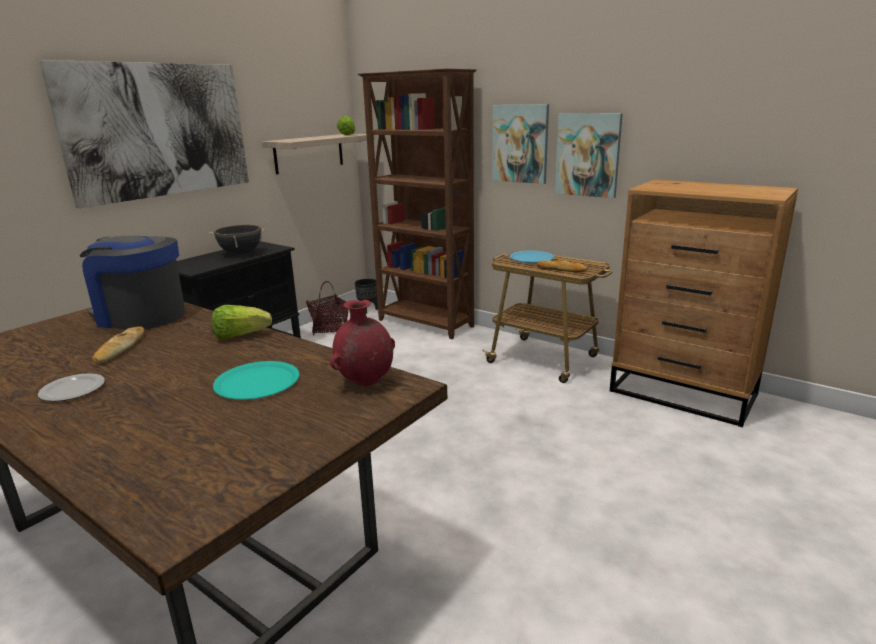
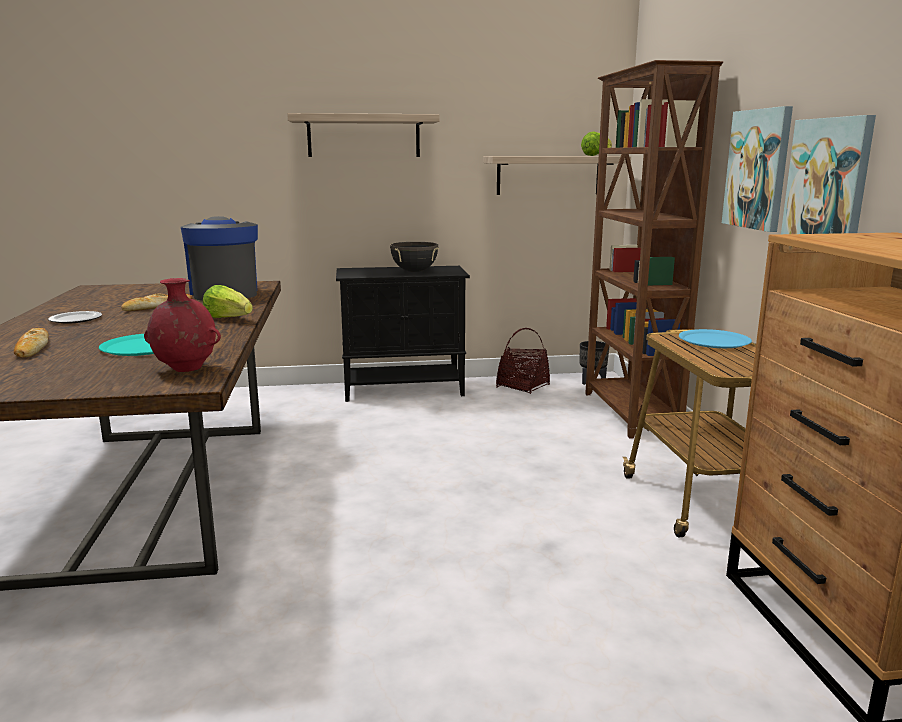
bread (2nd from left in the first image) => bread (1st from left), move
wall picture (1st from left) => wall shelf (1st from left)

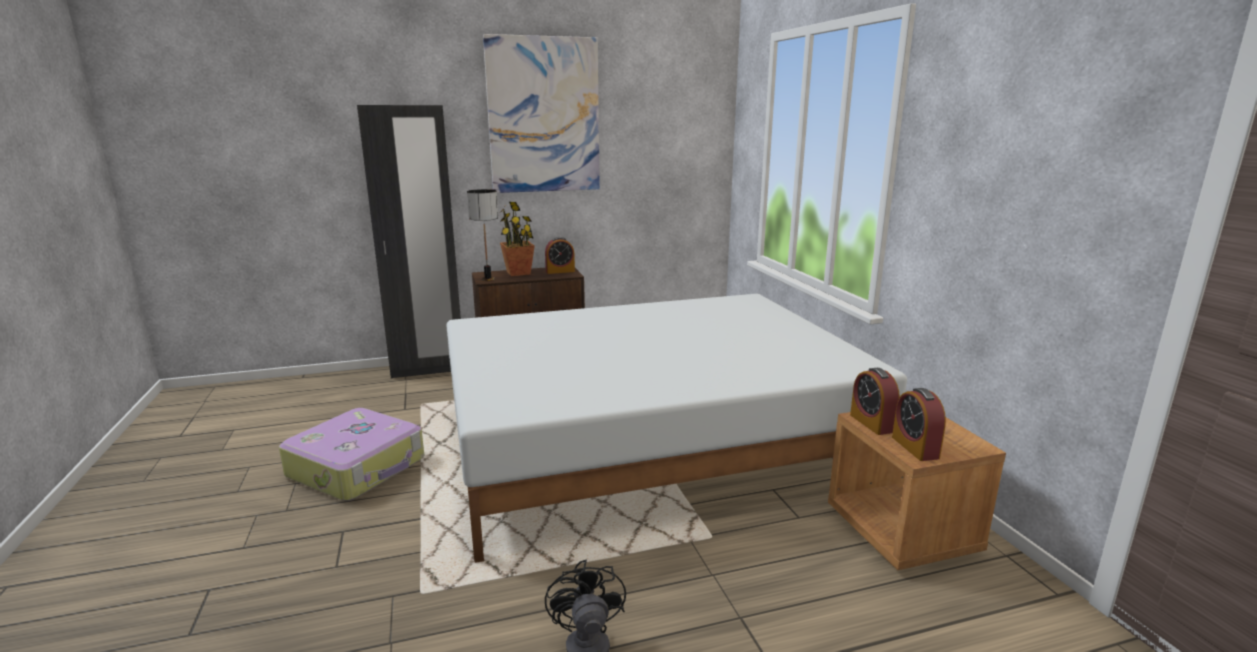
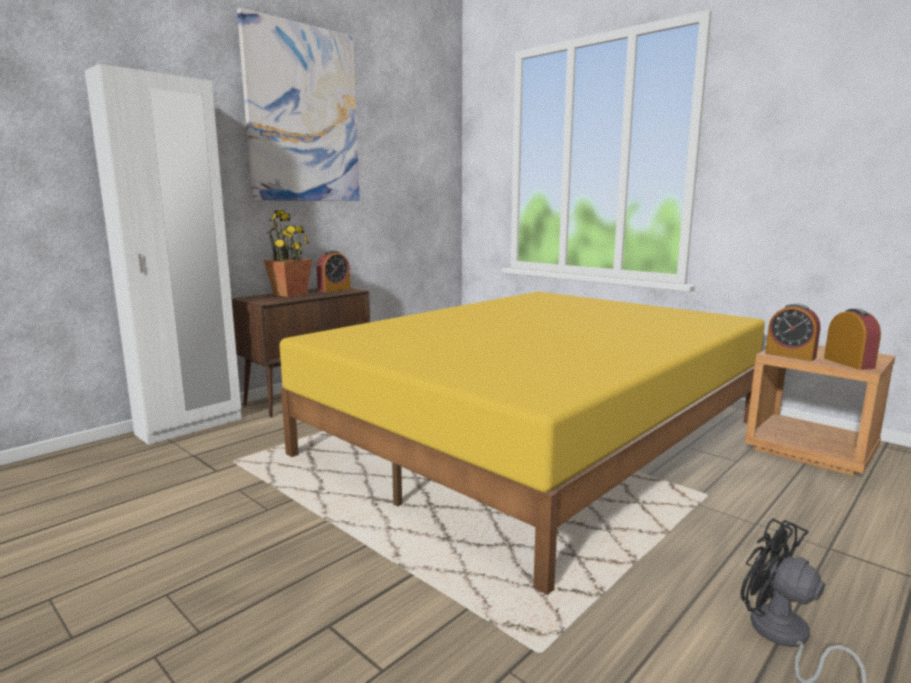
black armoire => white-coloured armoire
white-coloured bedroom bed => yellow-coloured bedroom bed
bedside clock (3rd from left), 150 degrees counterclockwise
piece of luggage => nothing
lamp for a table => nothing

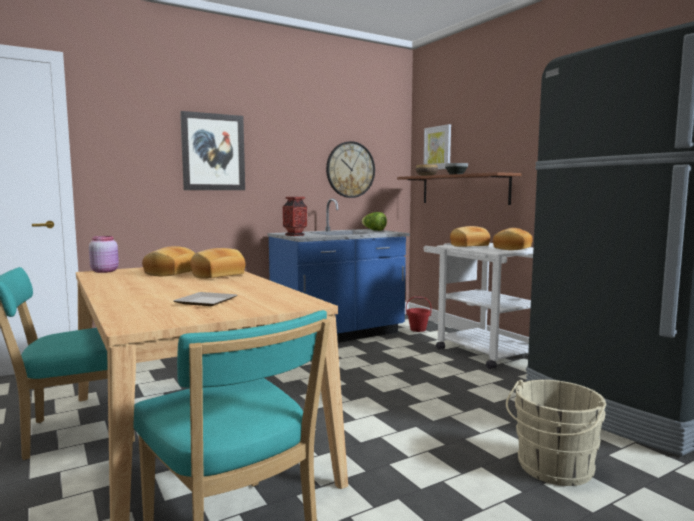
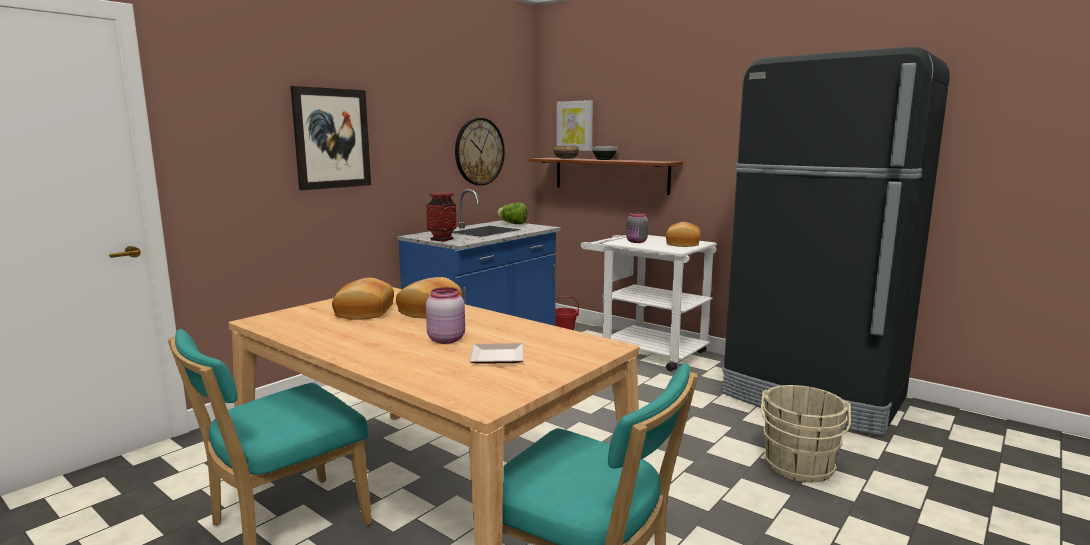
pinkish preserve jar, move
bread (3rd from left) => greyish preserve jar

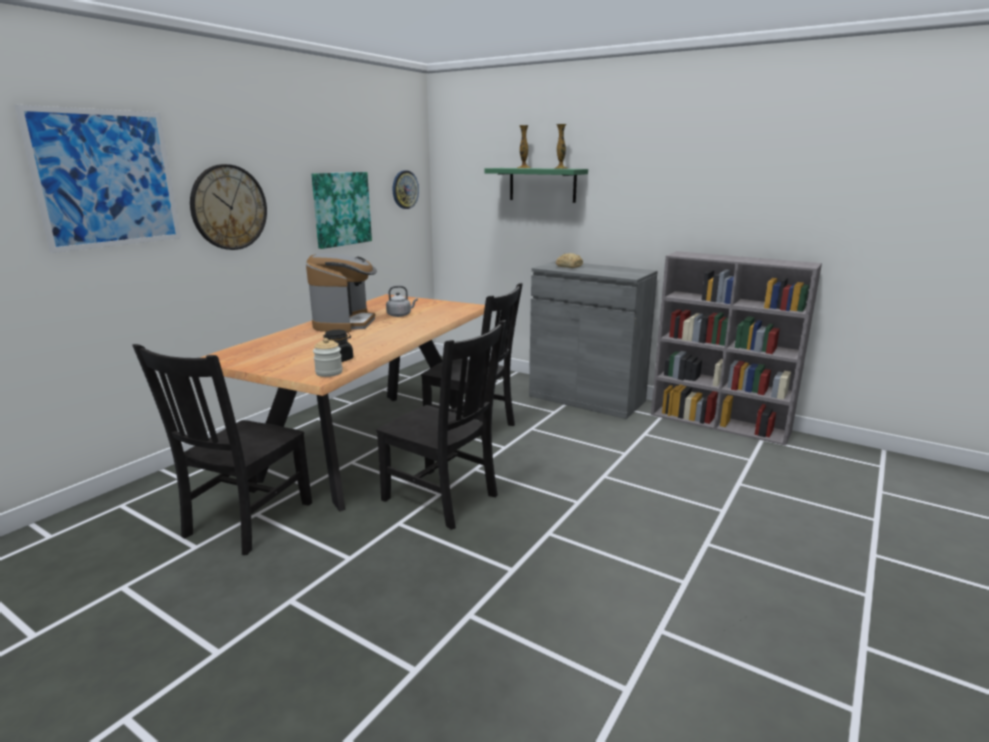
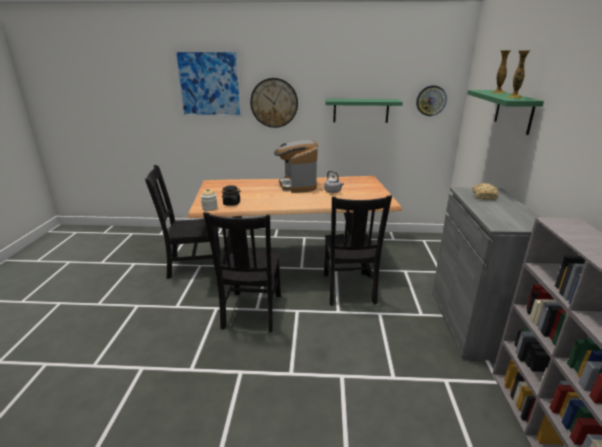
coffee brewer, 105 degrees clockwise
wall picture (2nd from left) => green-coloured wall shelf (1st from left)

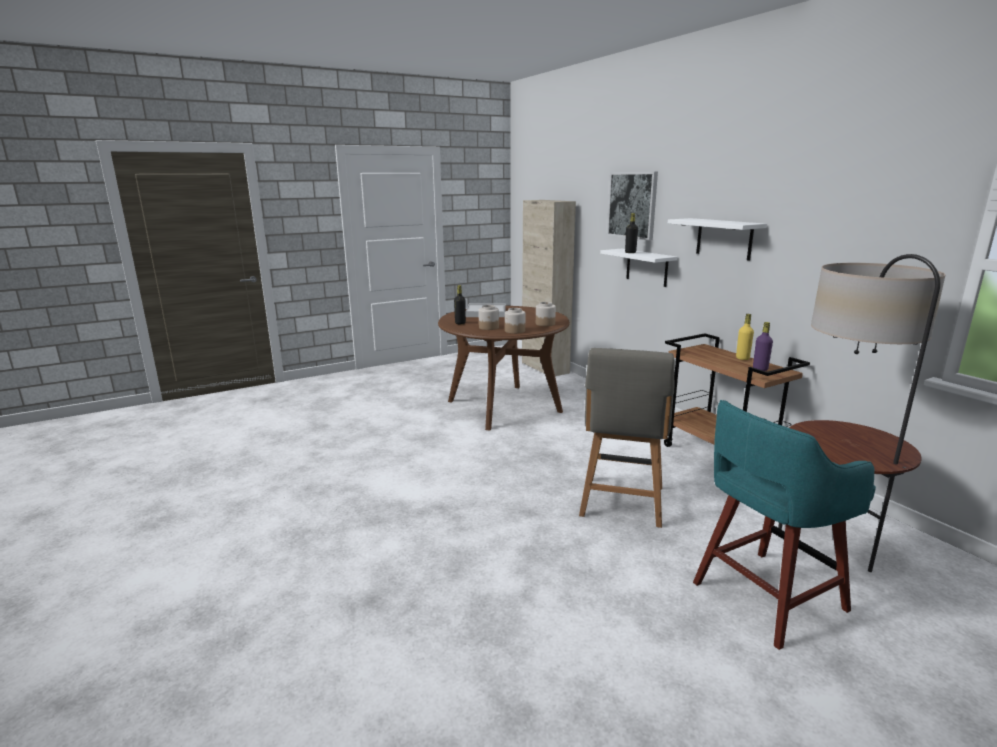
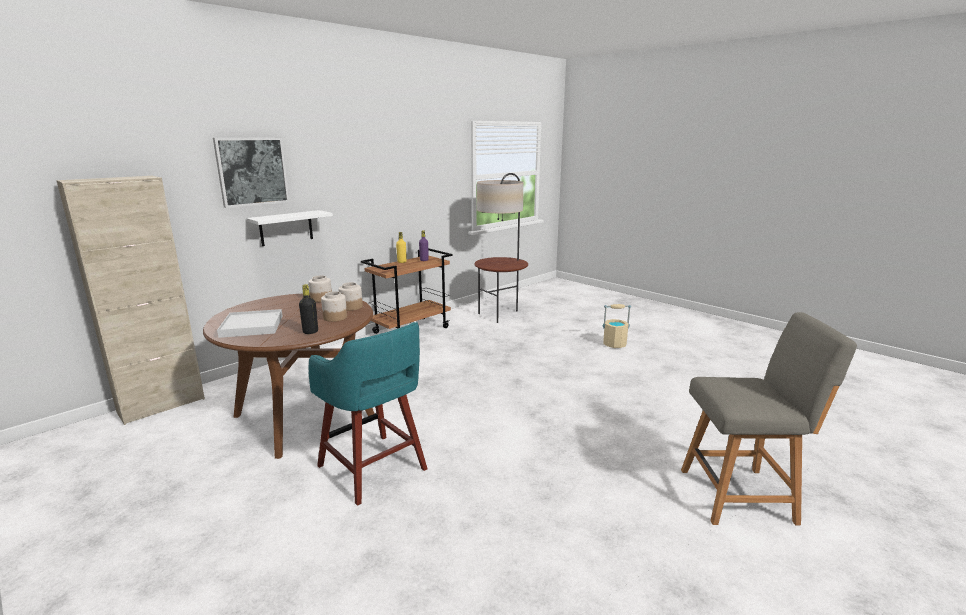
turquoise-coloured stool seat, move
nothing => beige-coloured pail
greyish plain chair, move
black bottle (2nd from left) => nothing
white-coloured wall shelf (2nd from left) => nothing

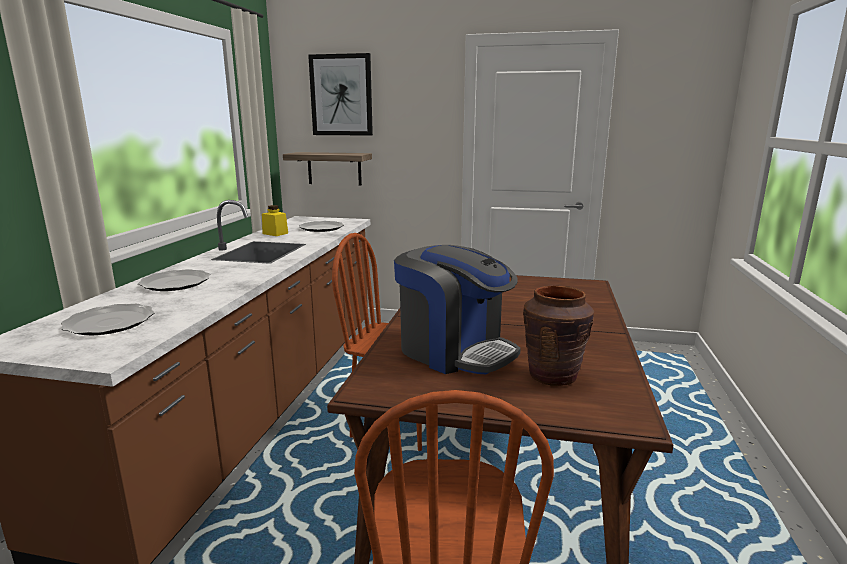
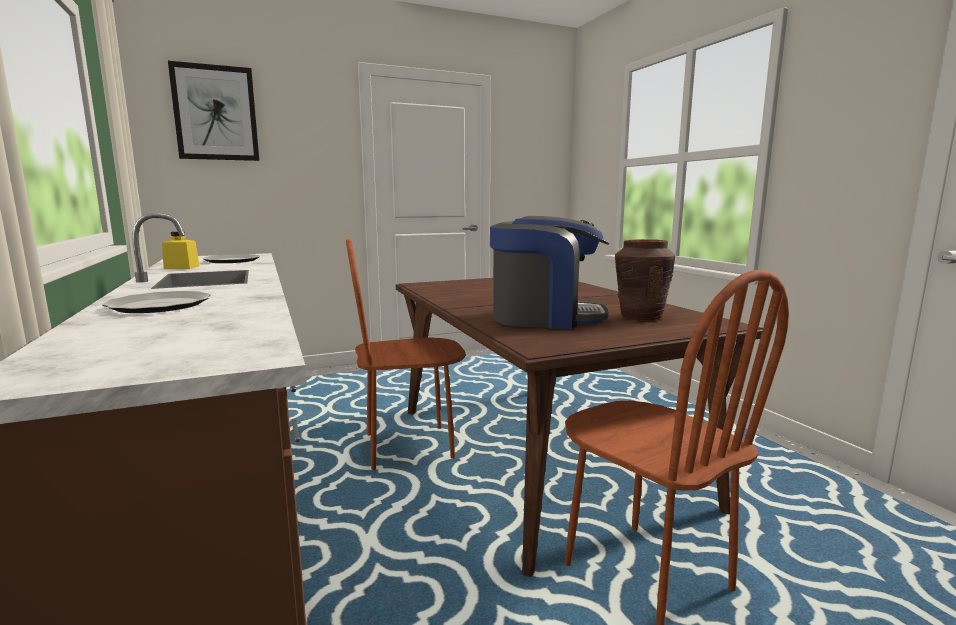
dinner plate (1st from left) => nothing
wall shelf => nothing

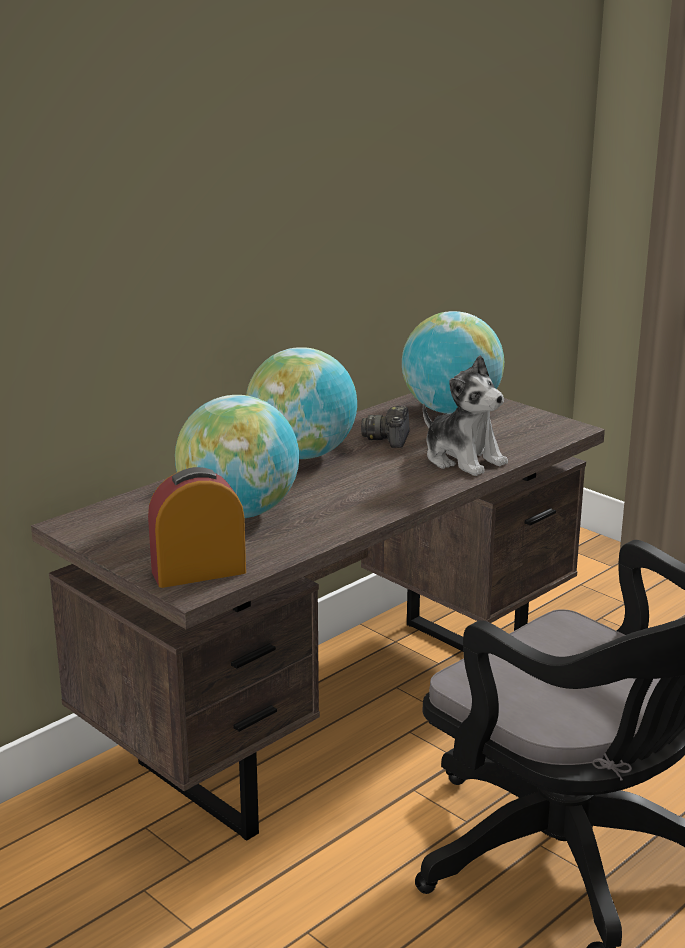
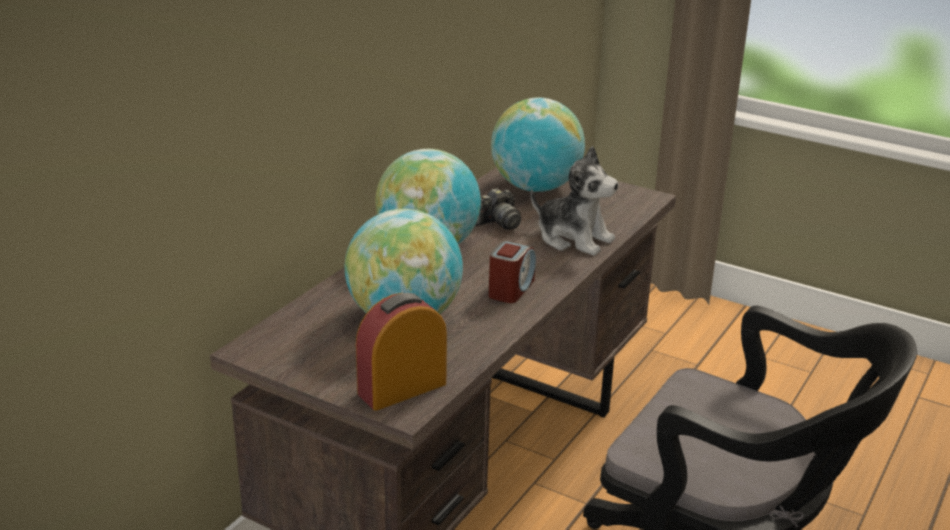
still camera, 120 degrees counterclockwise
nothing => bedside clock (2nd from left)

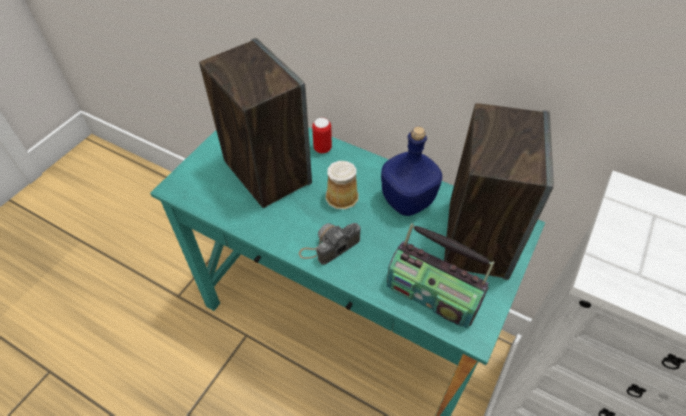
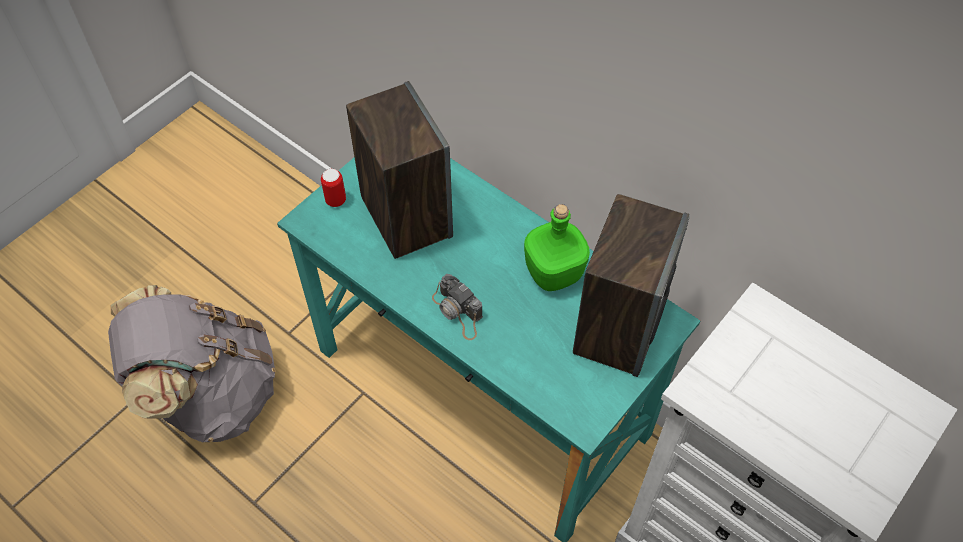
nothing => greyish rucksack
metal can, move
still camera, 105 degrees counterclockwise
blue bottle => green-coloured bottle
mug => nothing
radio receiver => nothing

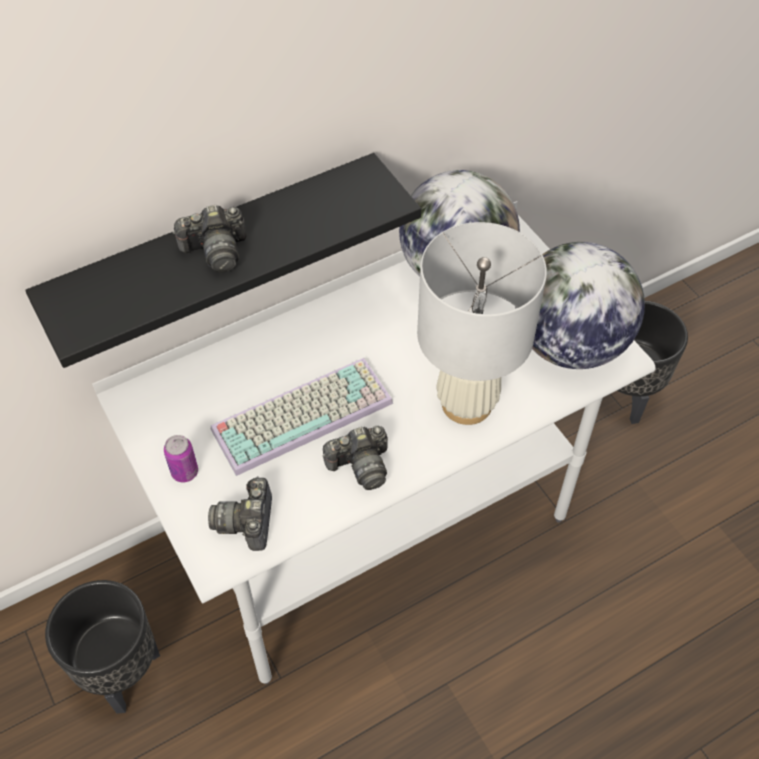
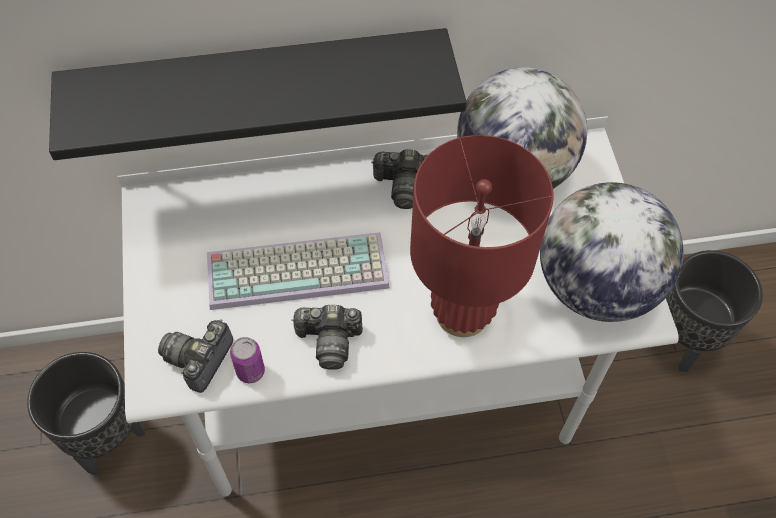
metal can, move
still camera (1st from left in the first image) => still camera (3rd from left), move
white-coloured lamp for a table => reddish lamp for a table

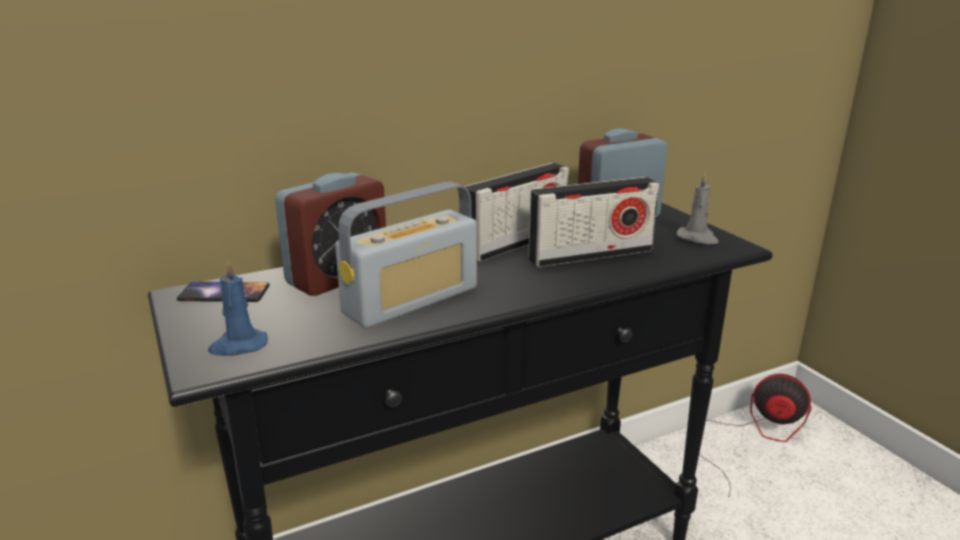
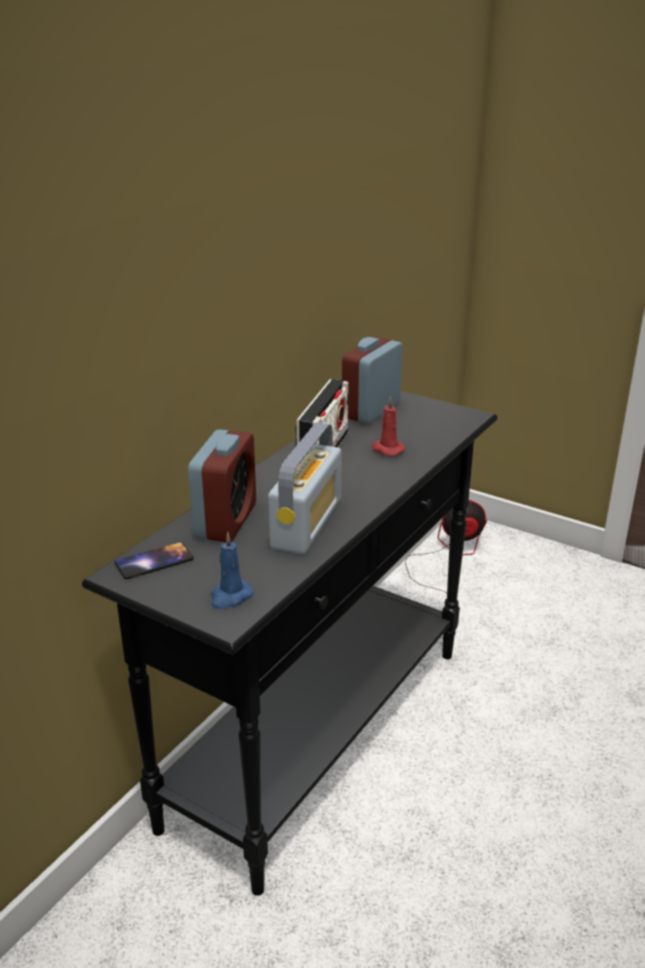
radio receiver (3rd from left) => reddish candle
greyish candle => nothing

